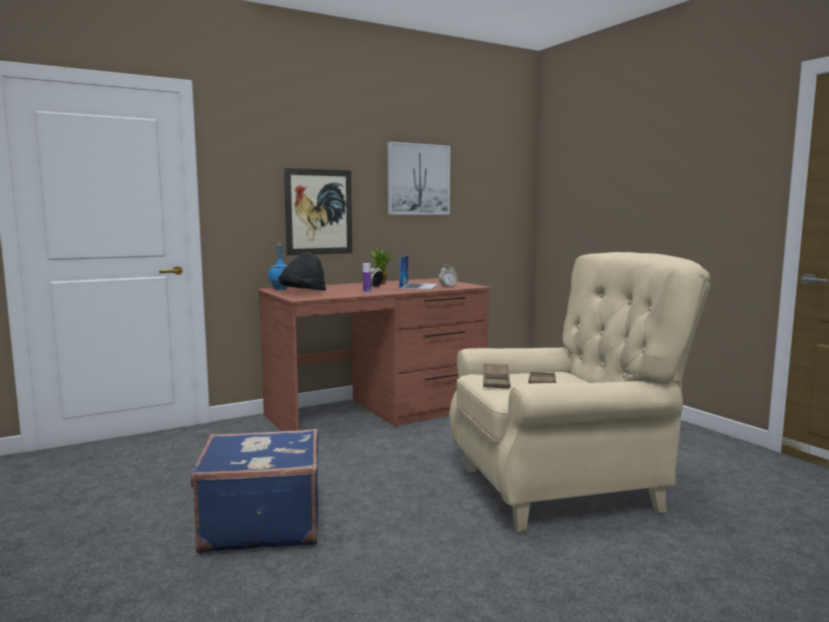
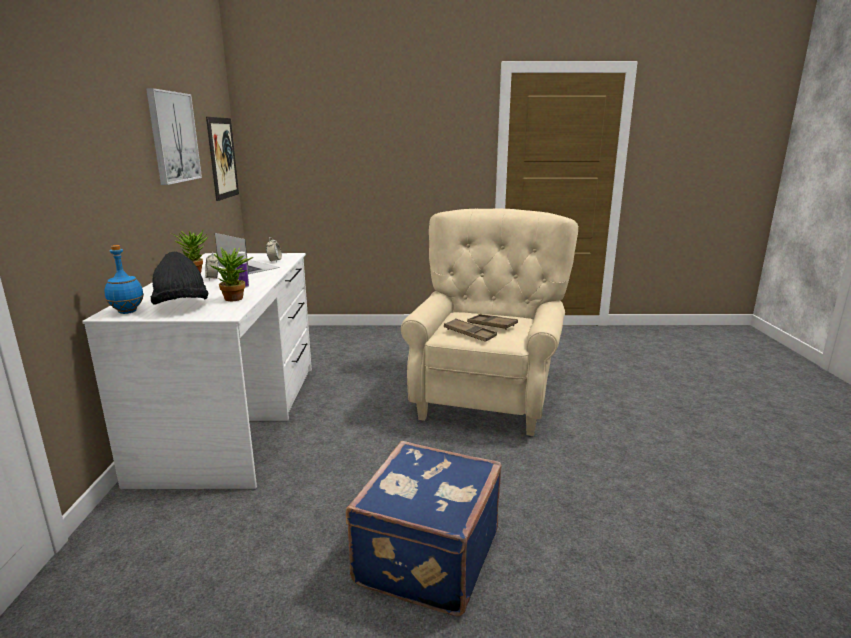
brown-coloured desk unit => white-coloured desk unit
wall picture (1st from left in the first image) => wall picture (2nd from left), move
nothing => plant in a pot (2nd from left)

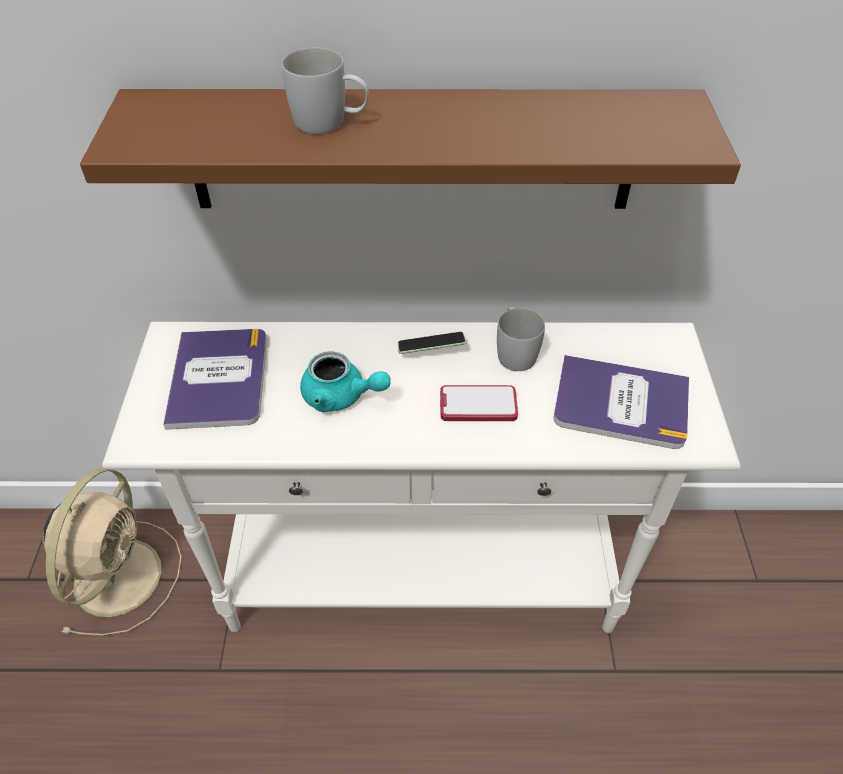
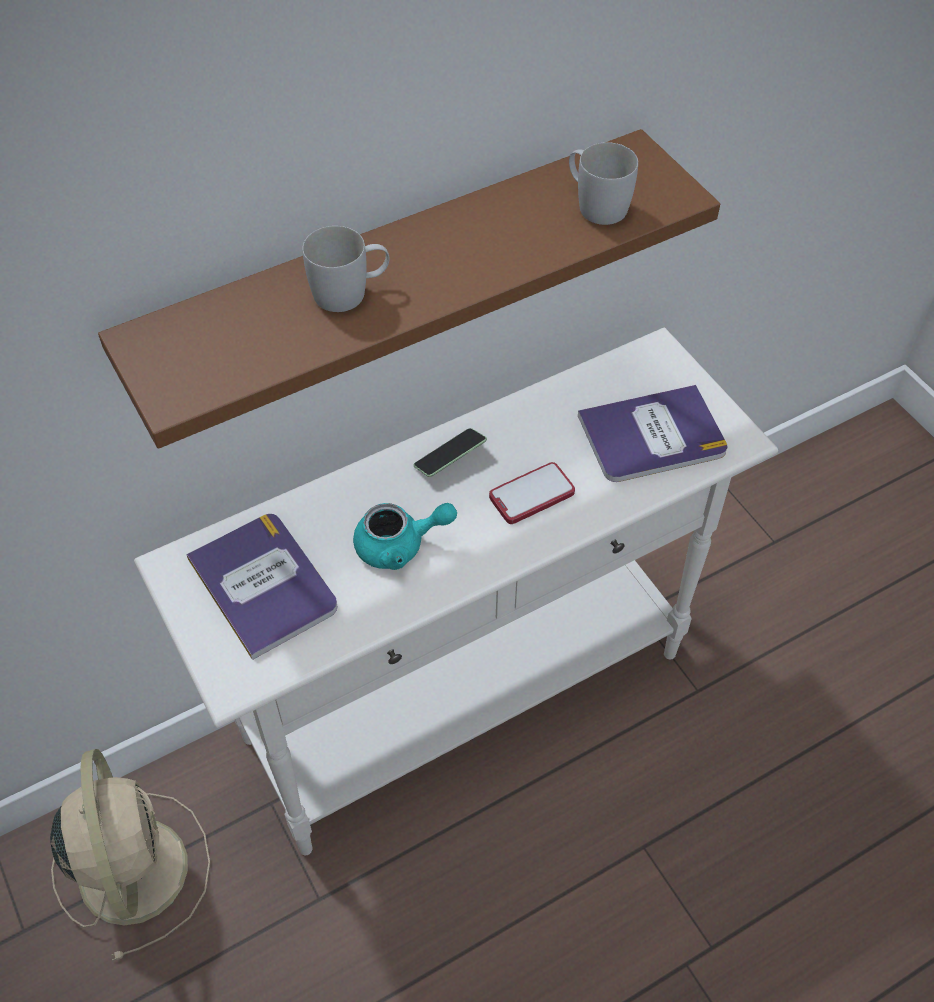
white-coloured mug (2nd from left), move

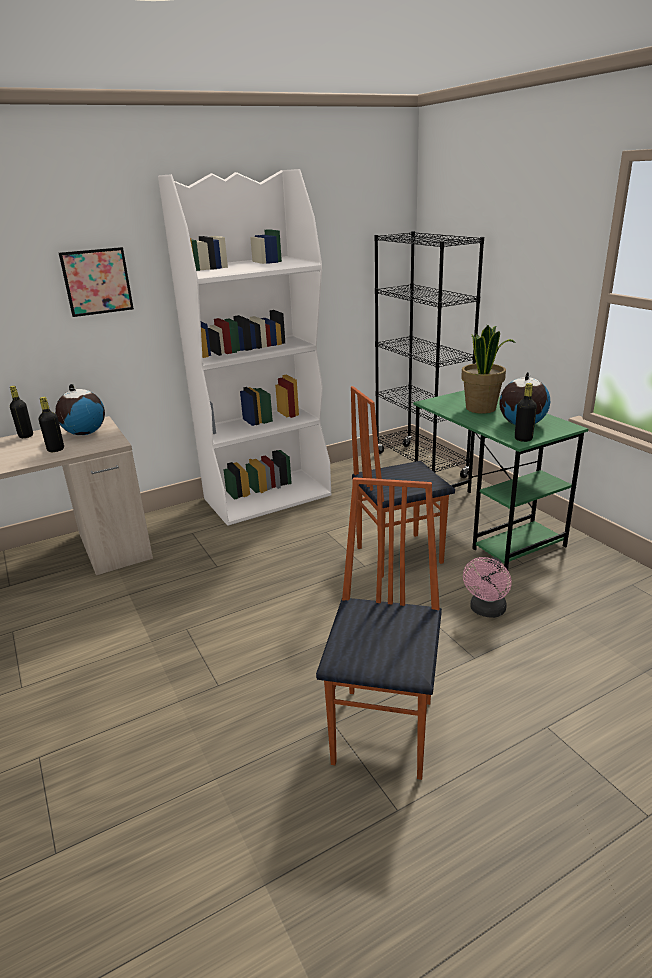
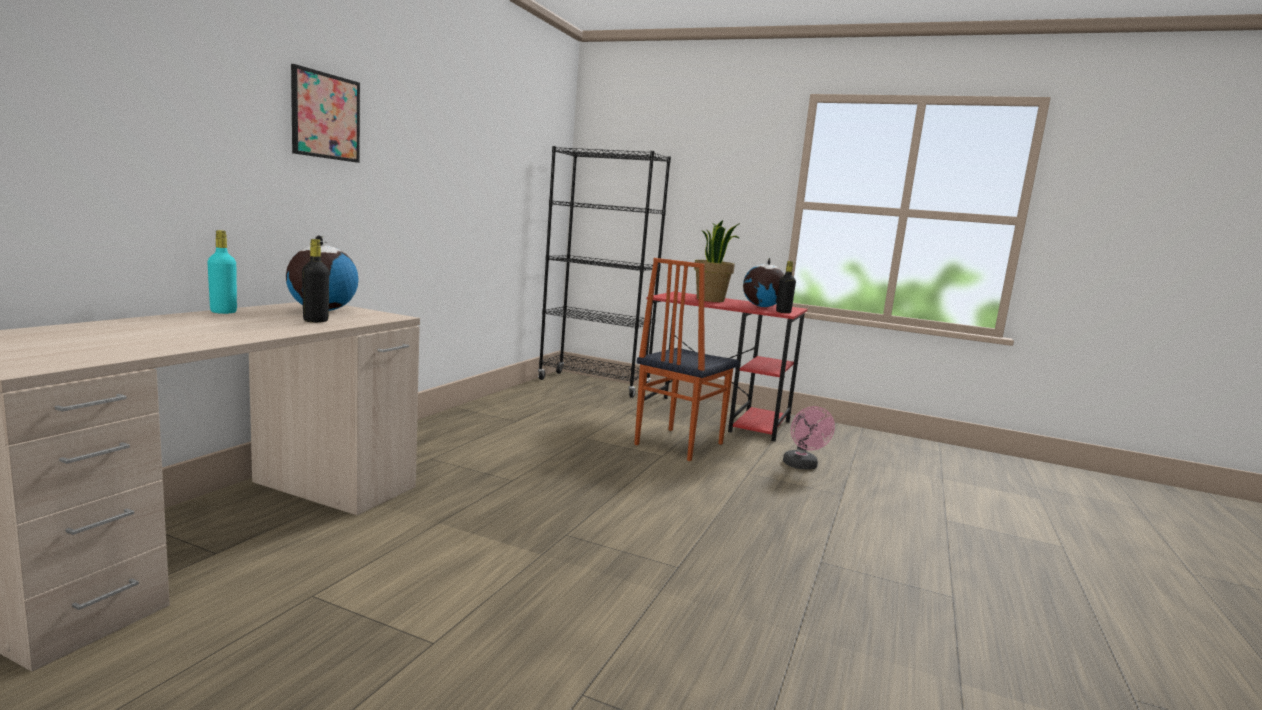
black bottle (1st from left) => turquoise-coloured bottle
green-coloured desk unit => reddish desk unit
white-coloured bookcase => nothing
plain chair (1st from left) => nothing

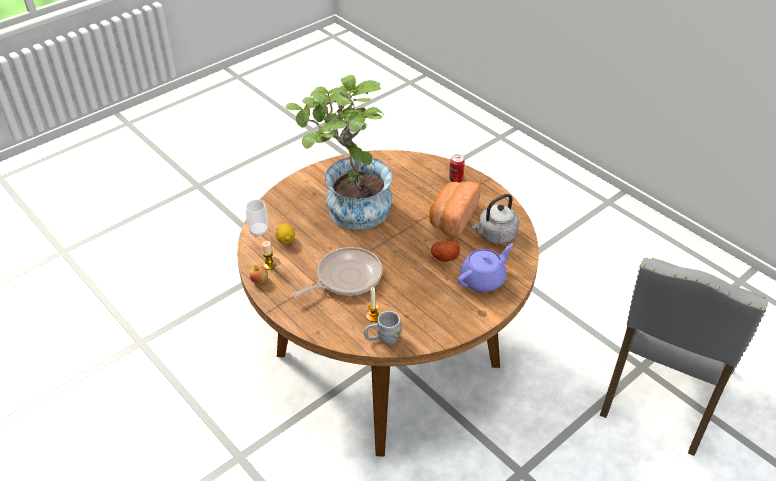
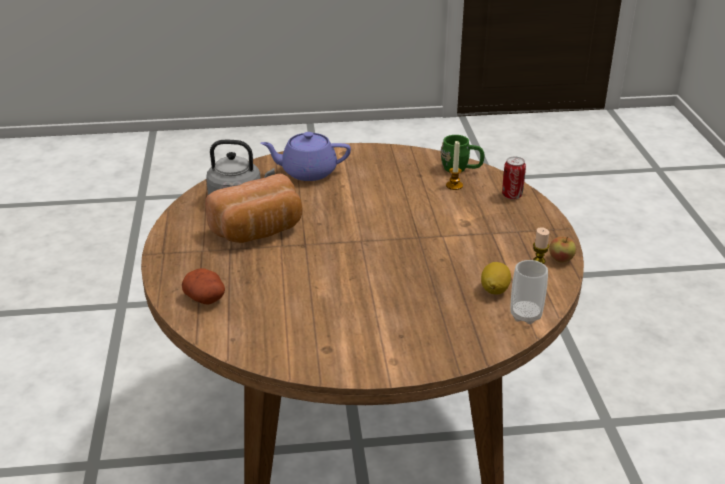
whole potato, move
greyish mug => green-coloured mug
metal can, move
plant in a pot => nothing
frying pan => nothing
greyish plain chair => nothing

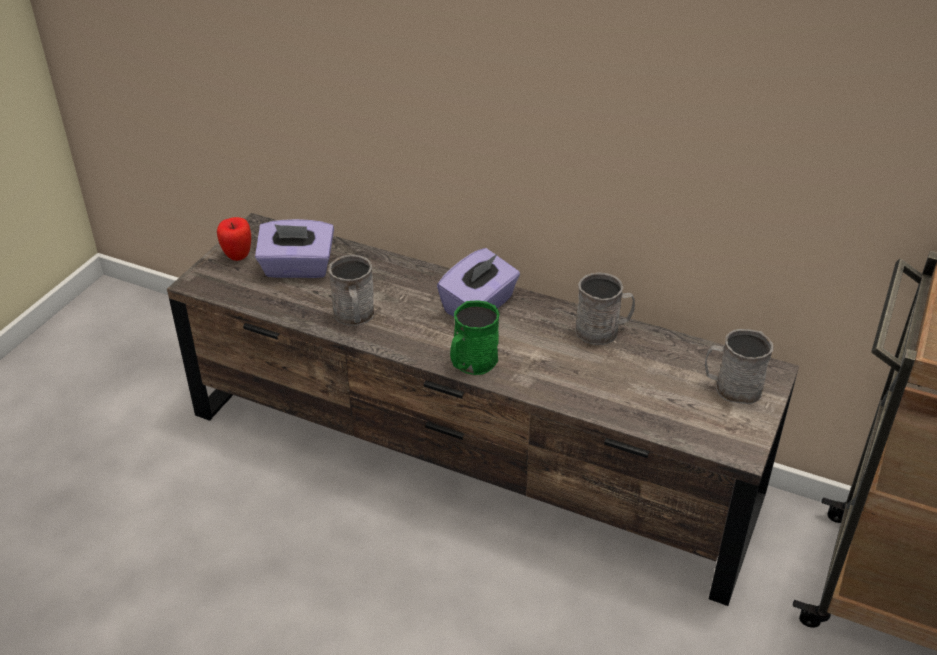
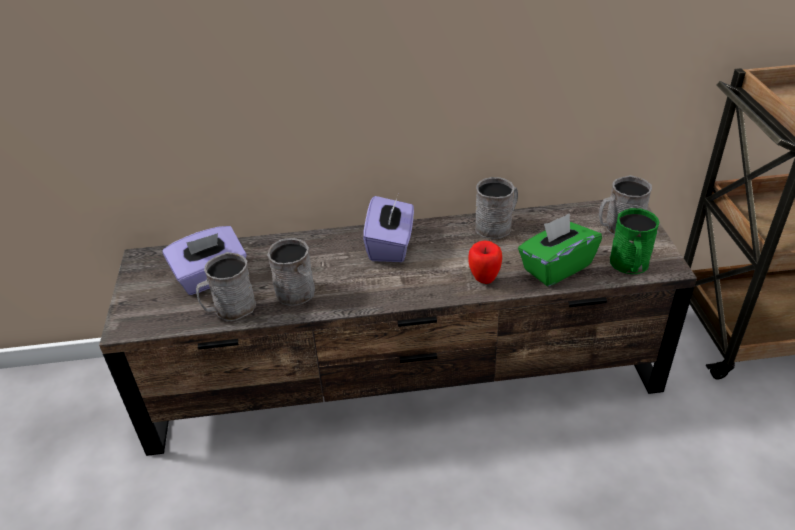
nothing => greyish mug (1st from left)
whole apple, move
nothing => green-coloured box of tissues
green-coloured mug, move

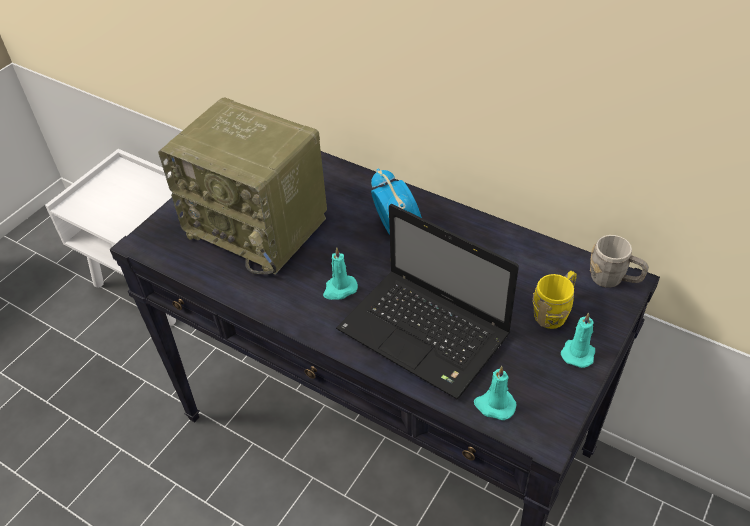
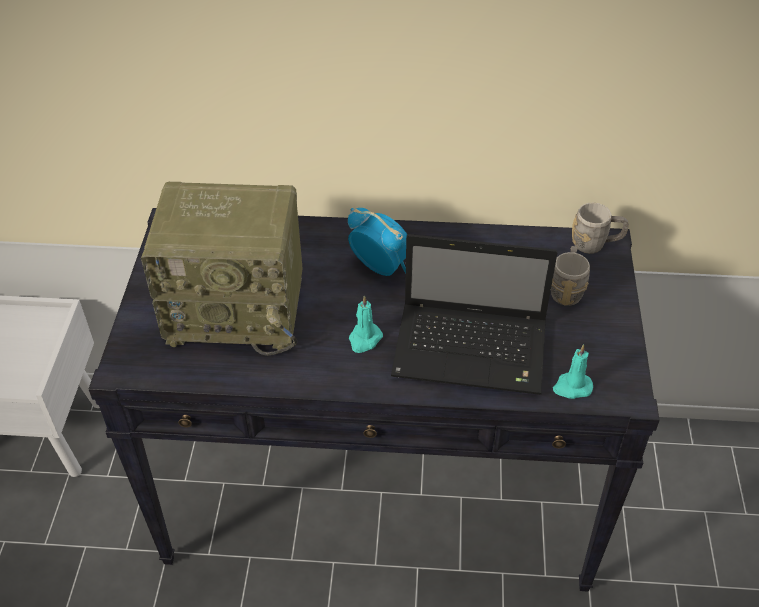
yellow-coloured mug => greyish mug (1st from left)
turquoise-coloured candle (3rd from left) => nothing

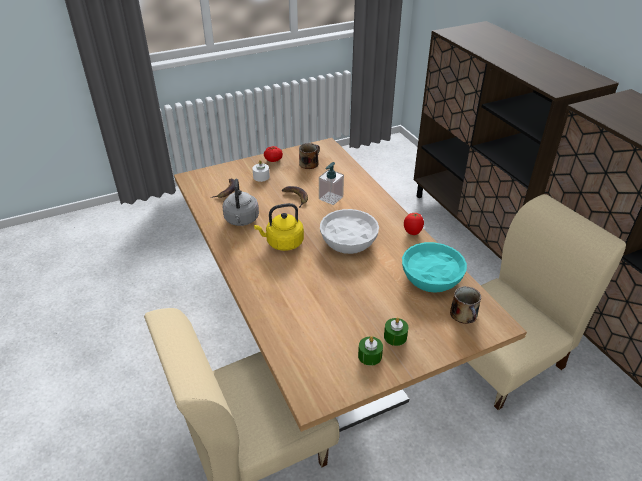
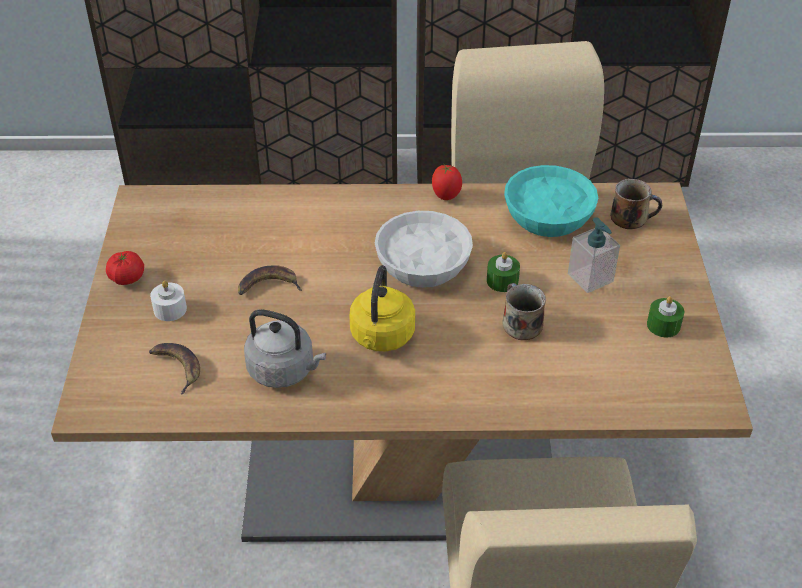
green-coloured candle (2nd from left in the first image) => green-coloured candle (1st from left), move
mug (1st from left), move
soap bottle, move

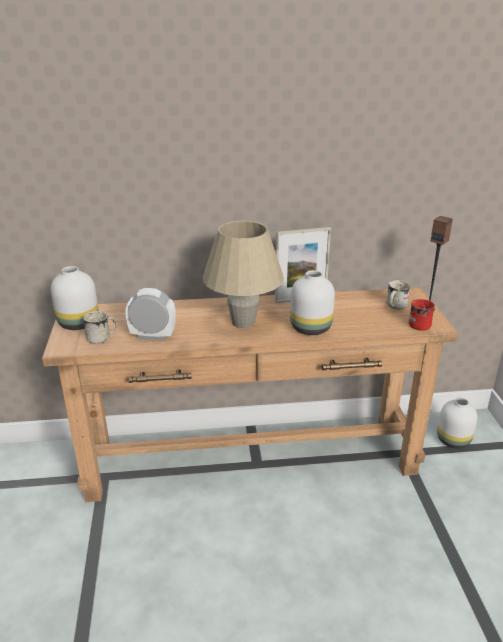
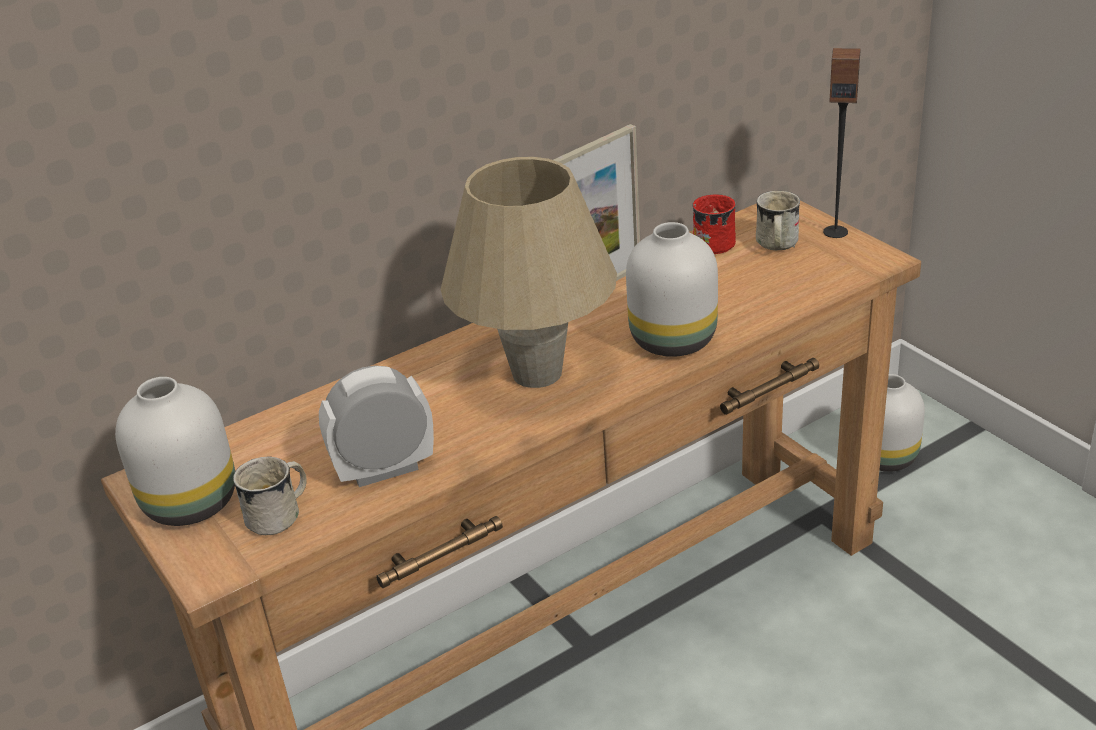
reddish mug, move

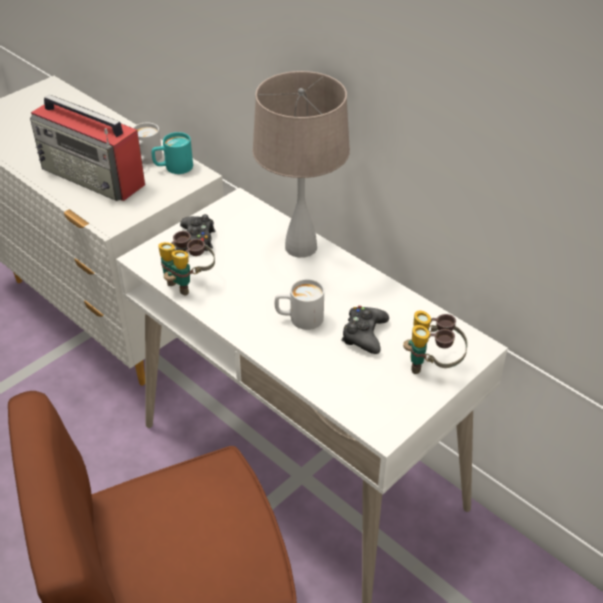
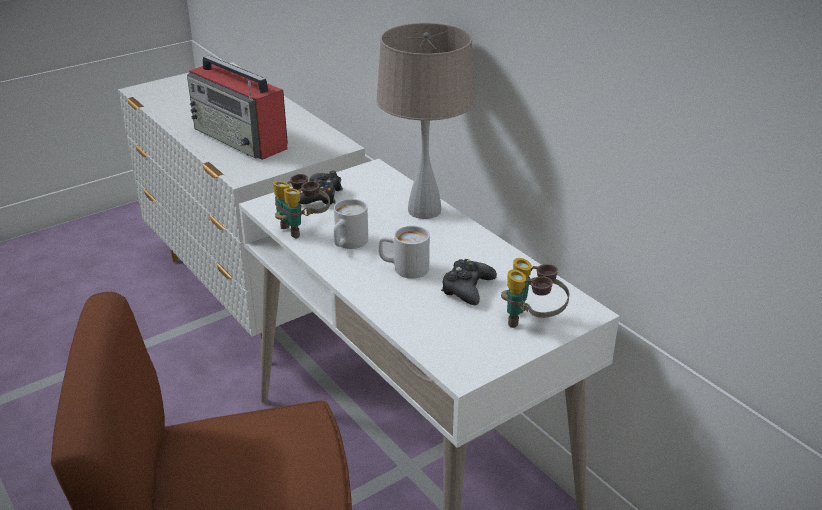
white-coloured mug (1st from left), move
turquoise-coloured mug => nothing

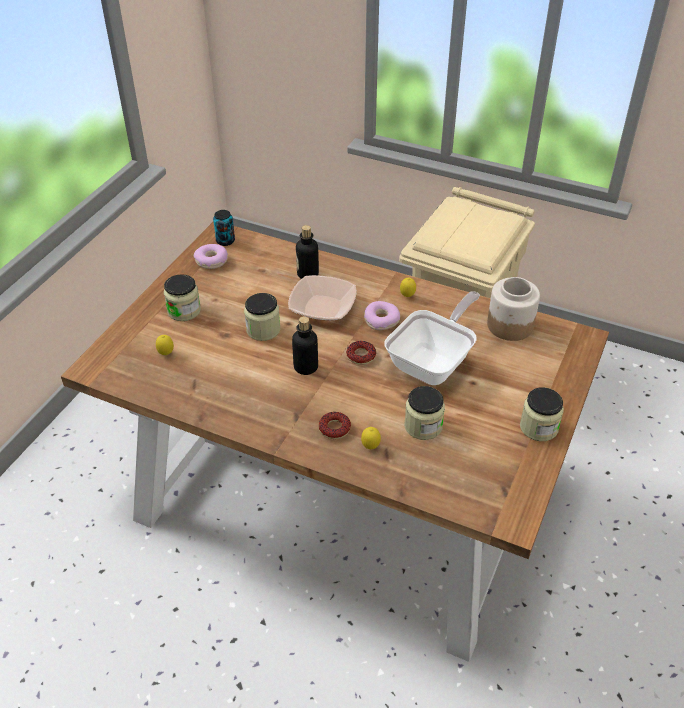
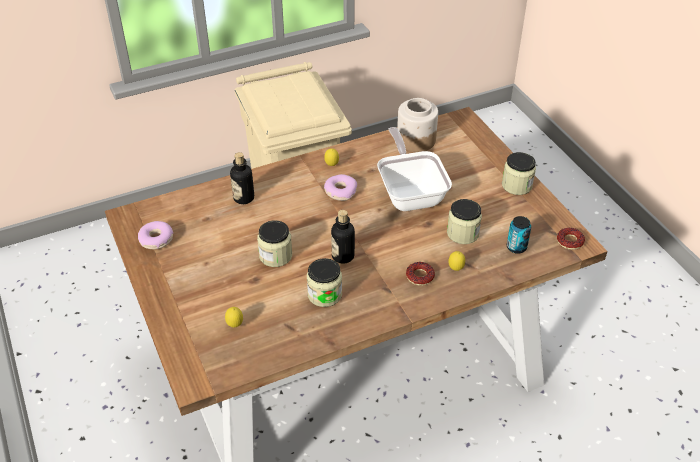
preserve jar (1st from left in the first image) => preserve jar (2nd from left), move
metal can, move
donut (3rd from left in the first image) => donut (4th from left), move
bowl => nothing

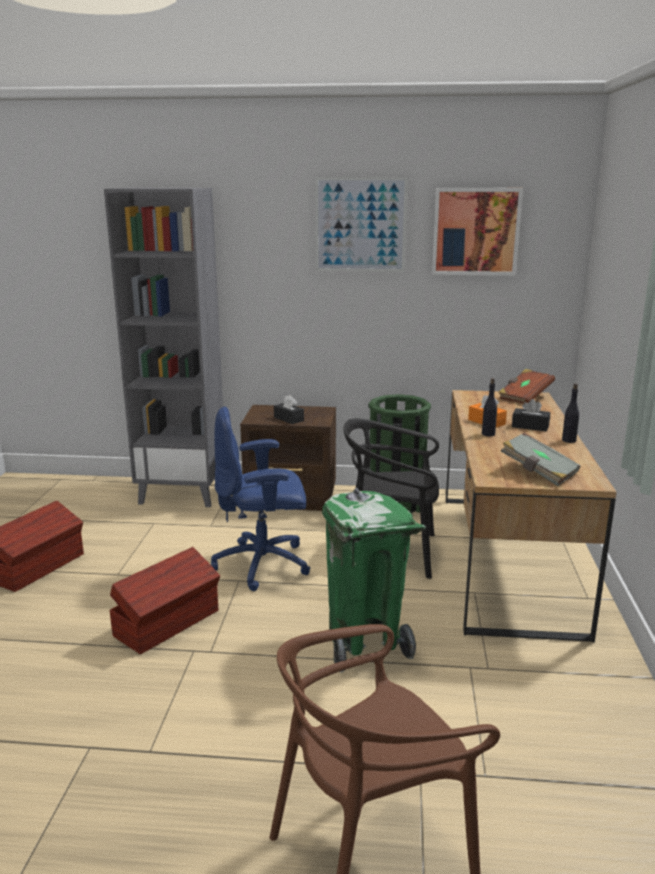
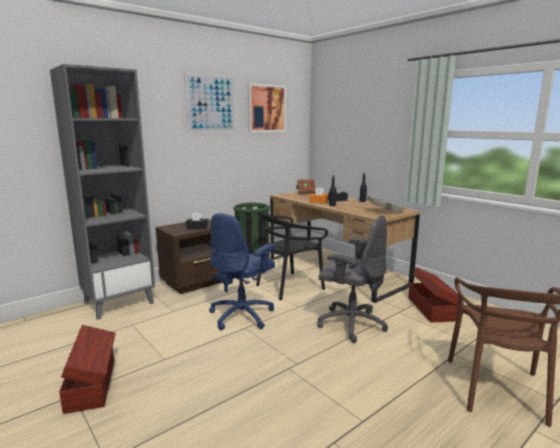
green-coloured rubbish bin (1st from left) => greyish office chair
brown-coloured storage bin (2nd from left), move

